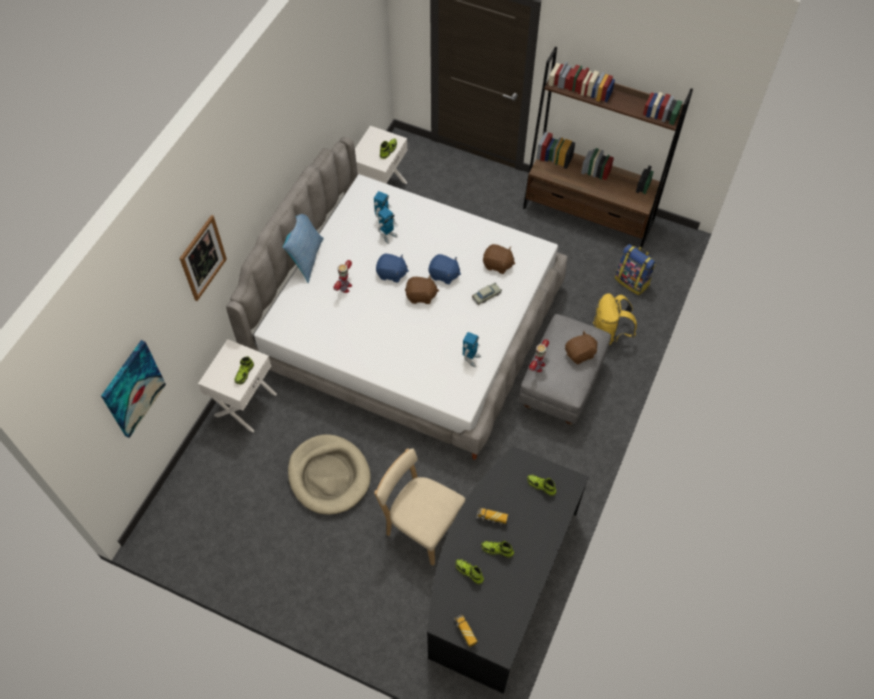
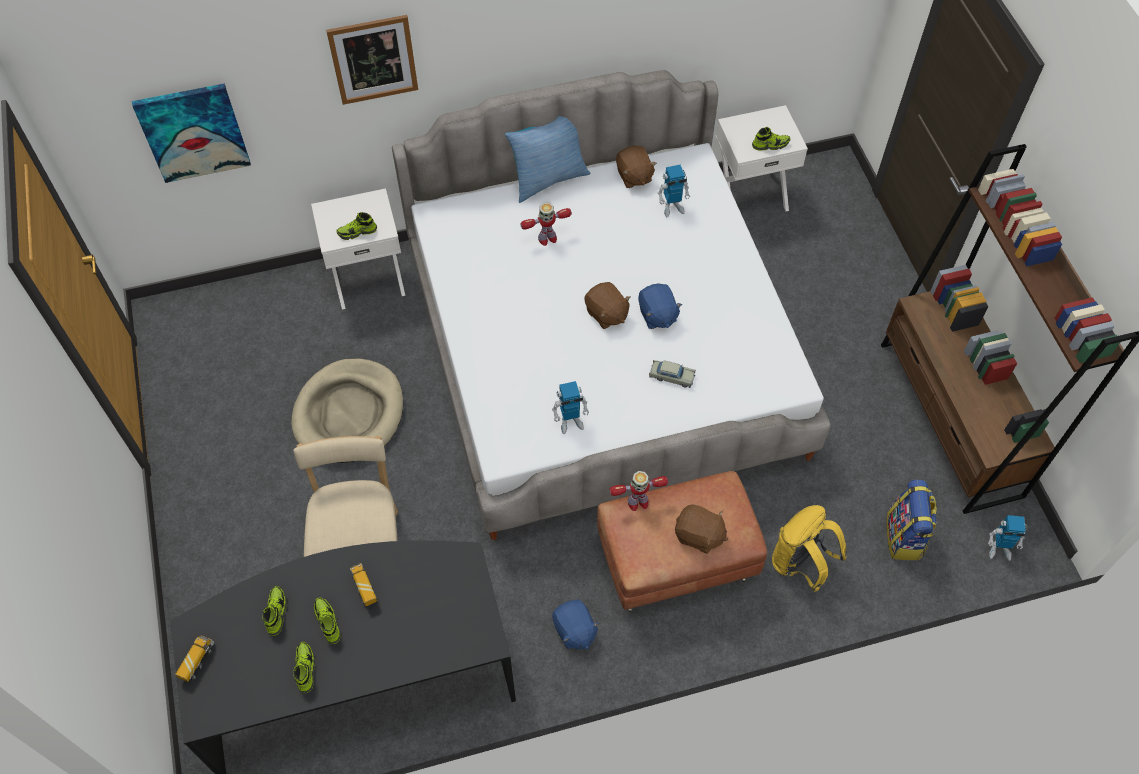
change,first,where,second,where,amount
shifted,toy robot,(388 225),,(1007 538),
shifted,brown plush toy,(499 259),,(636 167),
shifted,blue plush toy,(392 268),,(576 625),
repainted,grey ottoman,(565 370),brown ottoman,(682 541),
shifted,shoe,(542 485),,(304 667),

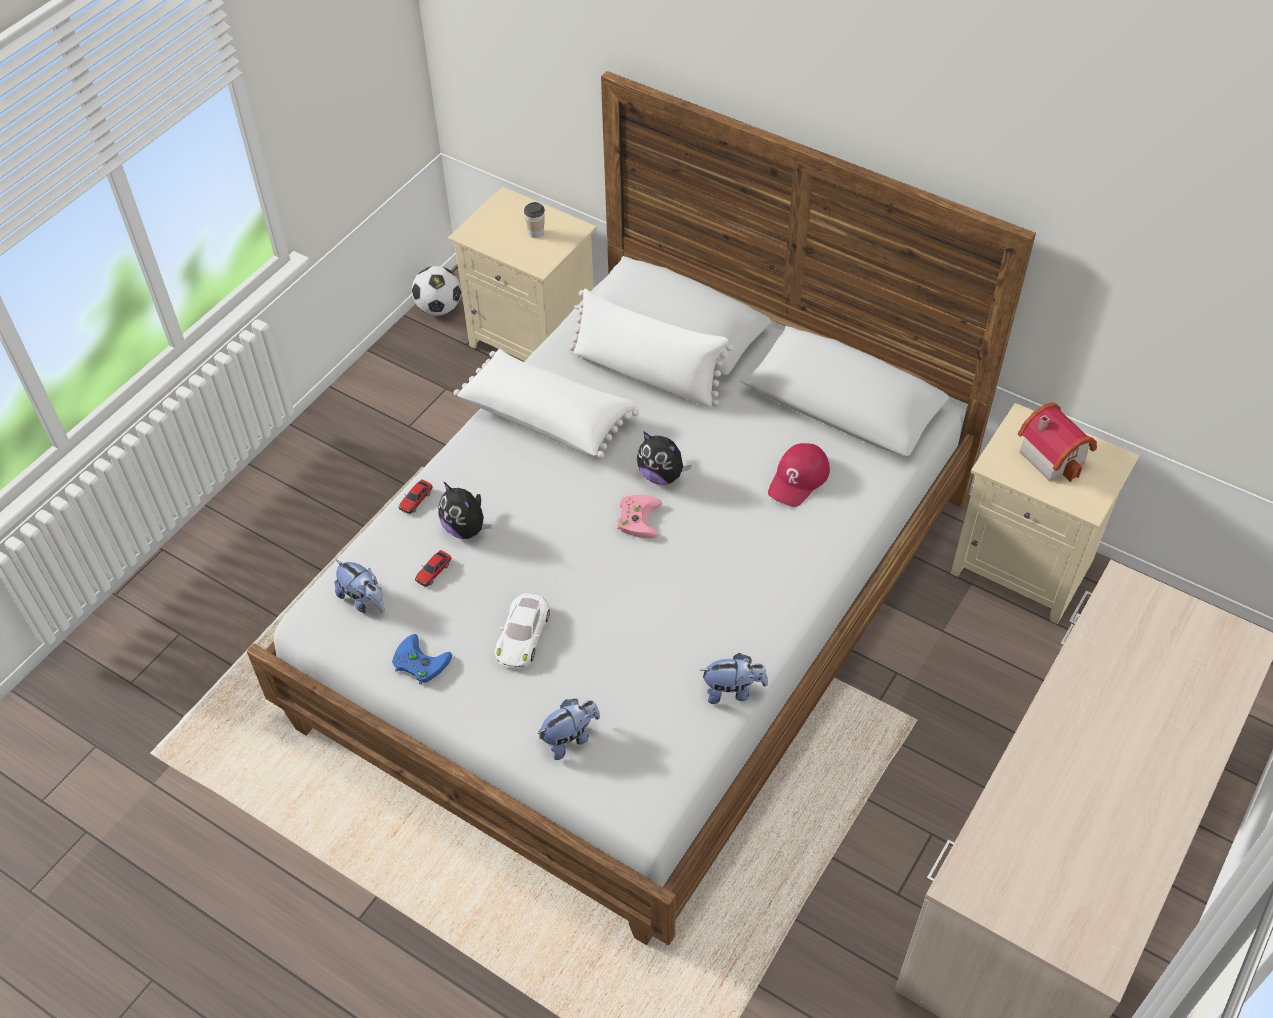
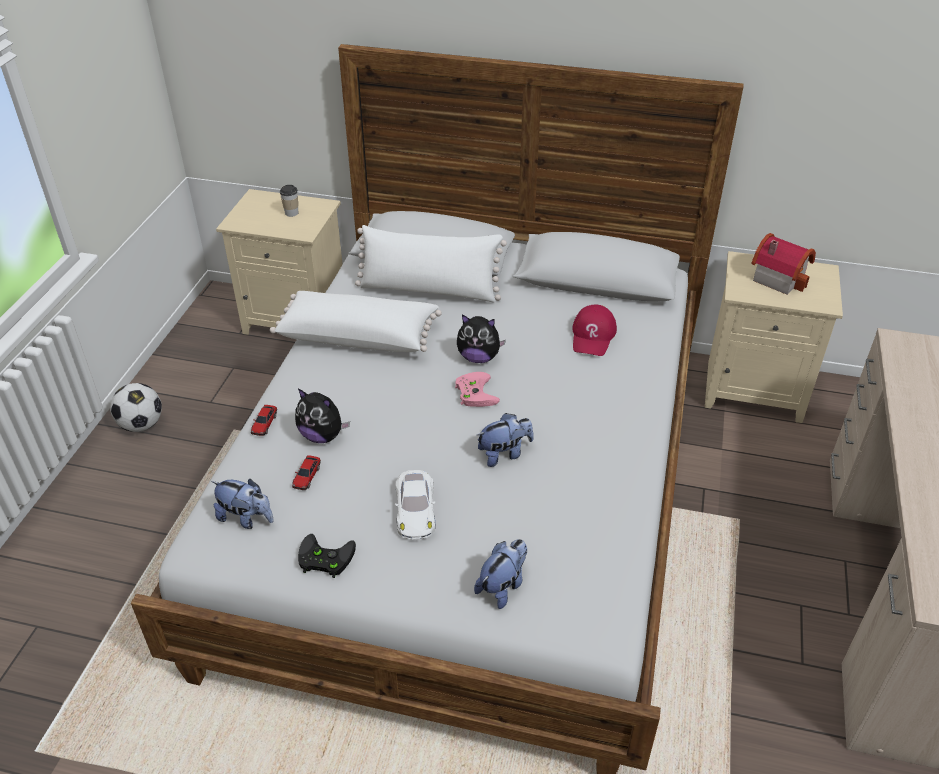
change,first,where,second,where,amount
shifted,football,(436 290),,(136 407),
repainted,blue game controller,(422 659),black game controller,(327 556),
shifted,plush toy,(734 678),,(505 440),

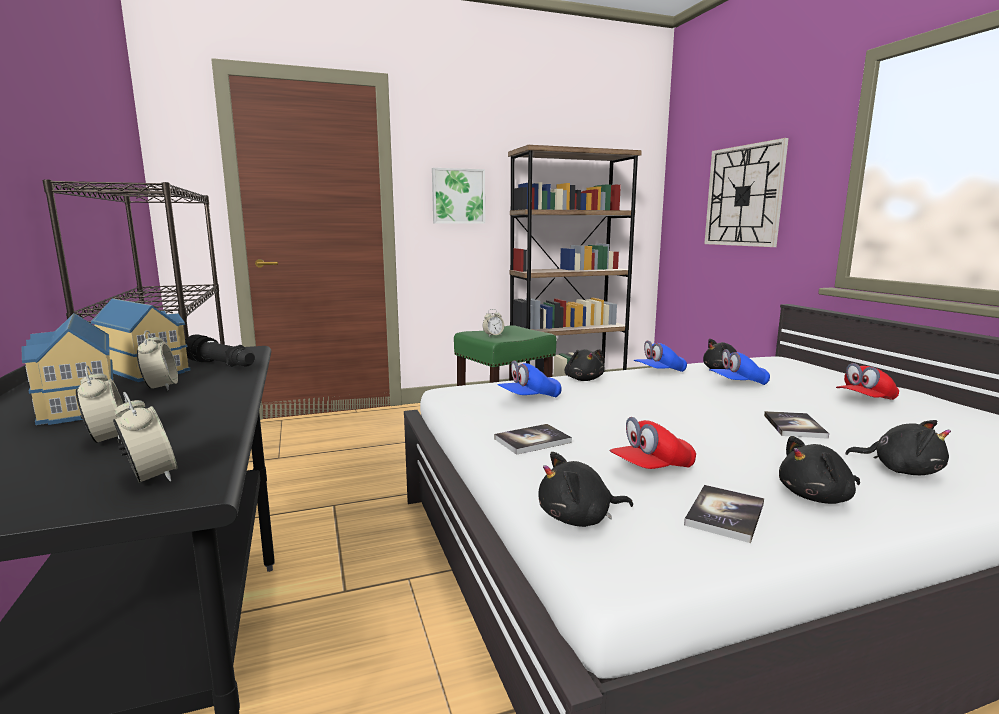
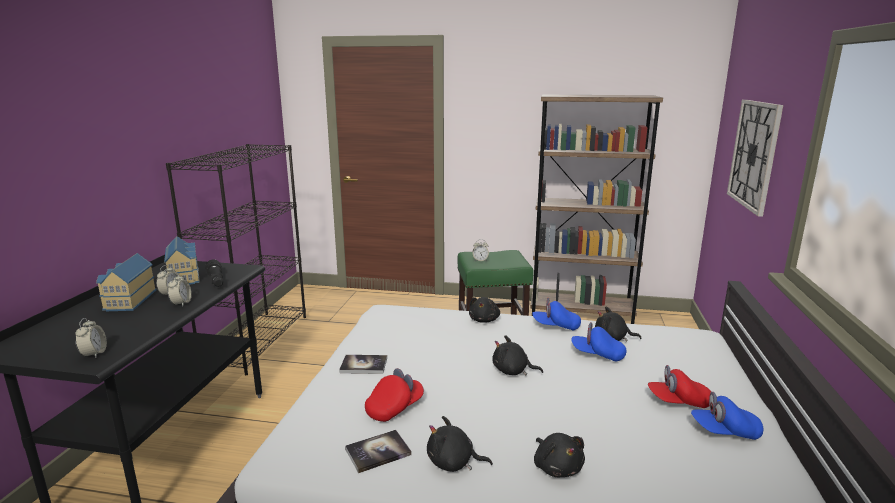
change,first,where,second,where,amount
gone,picture,(458 196),,,
shifted,blue cap,(529 379),,(727 416),
shifted,alarm clock,(99 404),,(180 290),
gone,book,(796 425),,,
rotated,red cap,(653 443),,(394 395),135 degrees clockwise
shifted,black plush toy,(585 489),,(517 355),

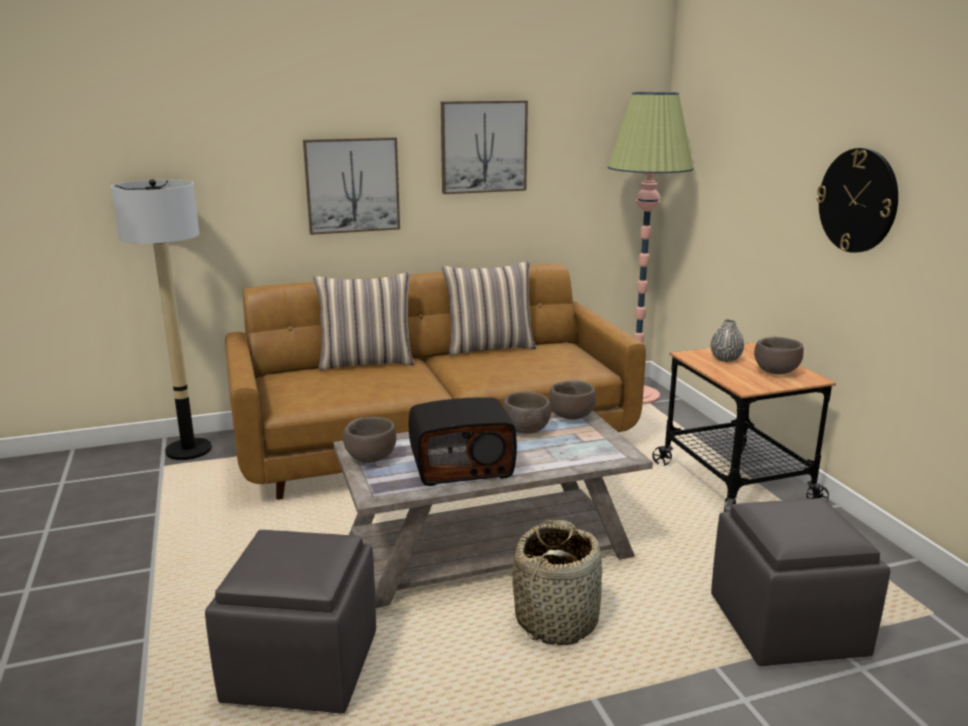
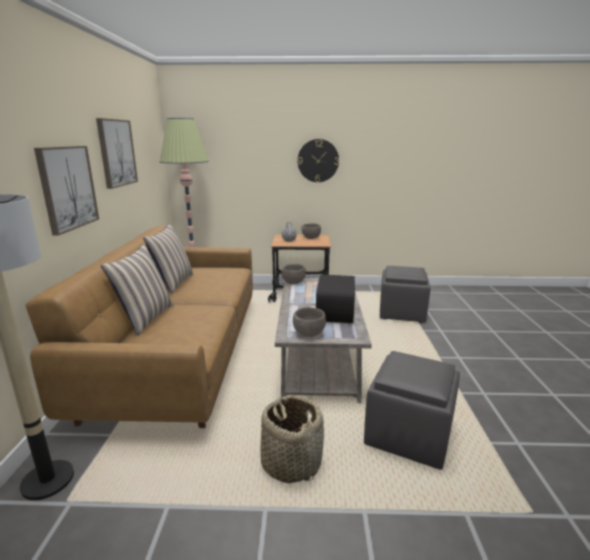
change,first,where,second,where,amount
gone,brown bowl,(527 413),,,
shifted,basket,(557 582),,(292 439),

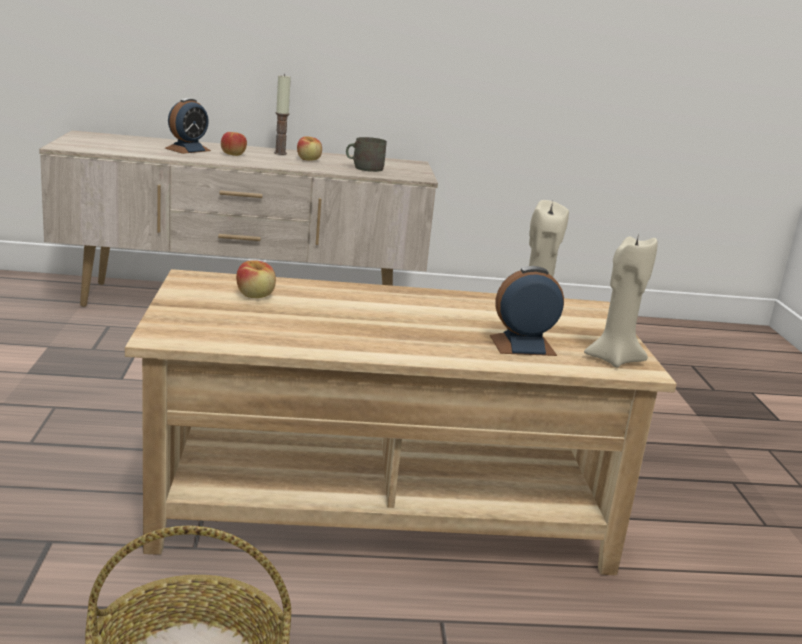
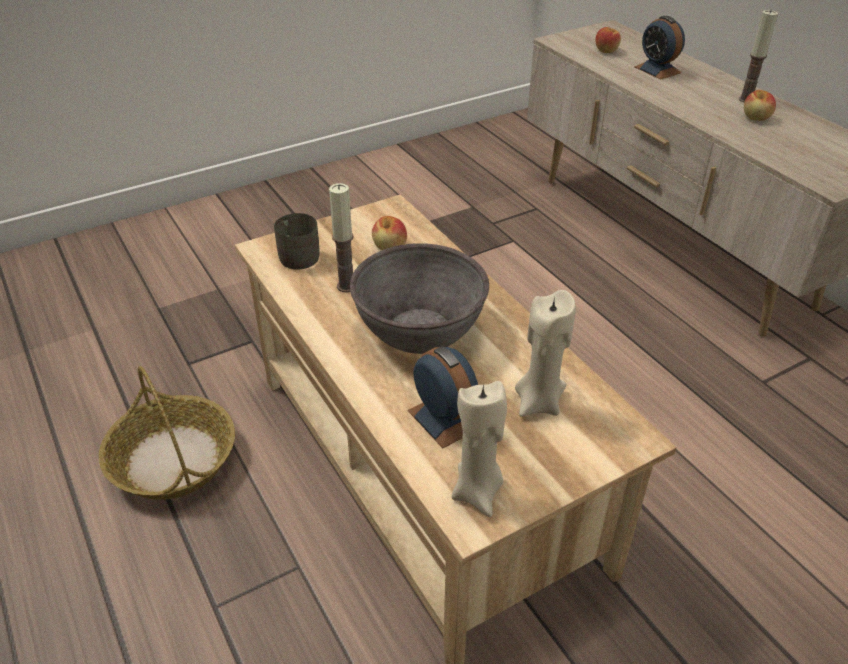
change,first,where,second,where,amount
rotated,alarm clock,(188 126),,(659 47),45 degrees clockwise
shifted,apple,(234 144),,(608 40),
shifted,grey mug,(366 154),,(297 241),
new,,,candle,(341 237),
new,,,grey bowl,(419 298),

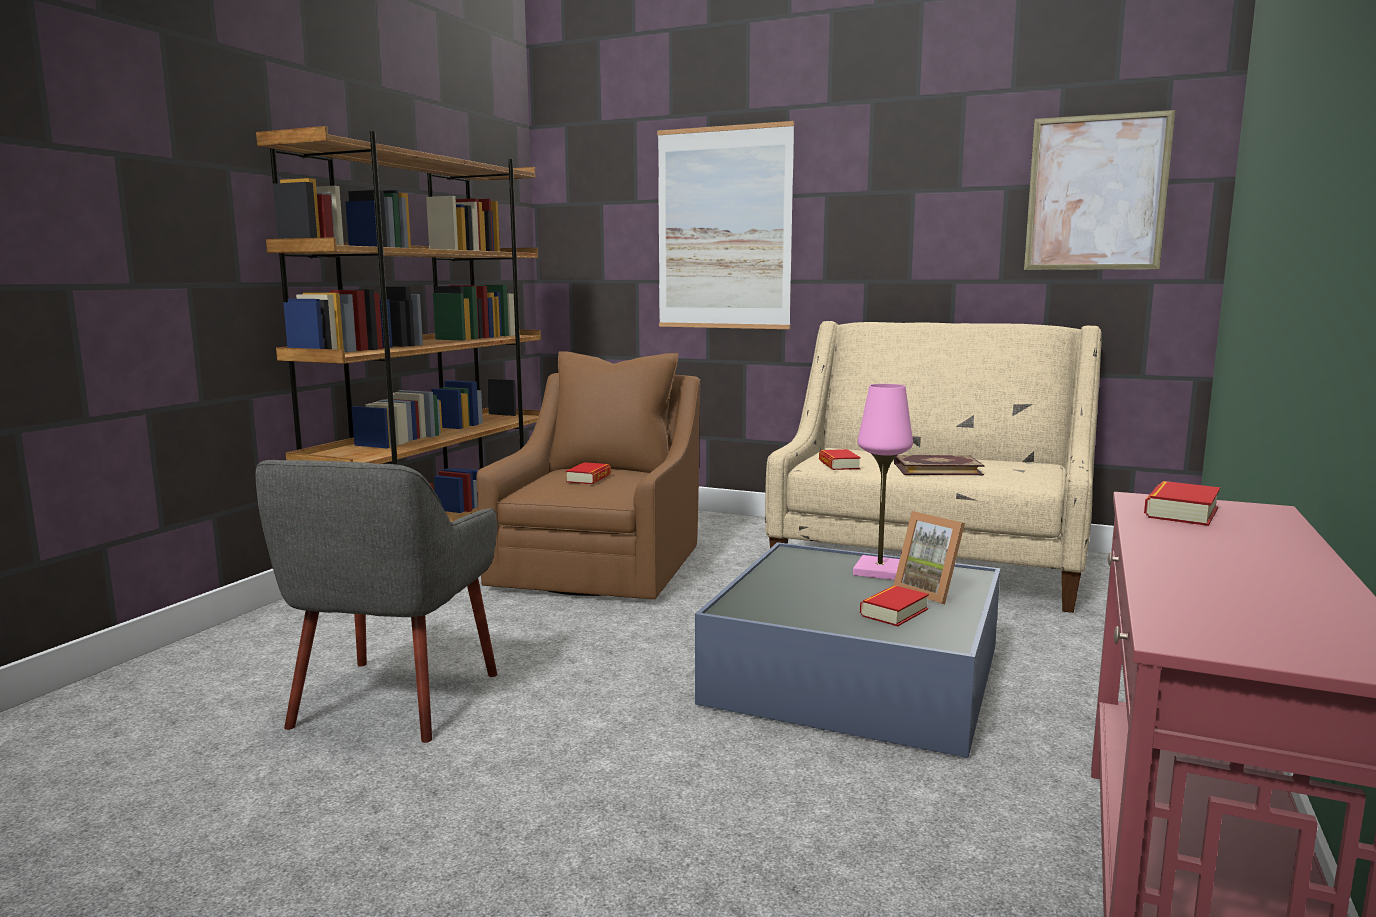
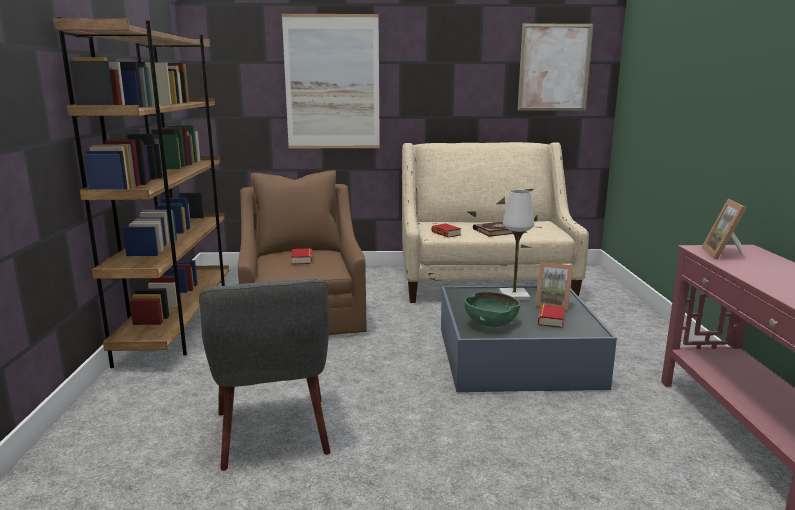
change,first,where,second,where,amount
repainted,pink table lamp,(883 482),white table lamp,(516 245),
swapped,book,(1182 503),picture frame,(724 229),
new,,,green bowl,(492 309),

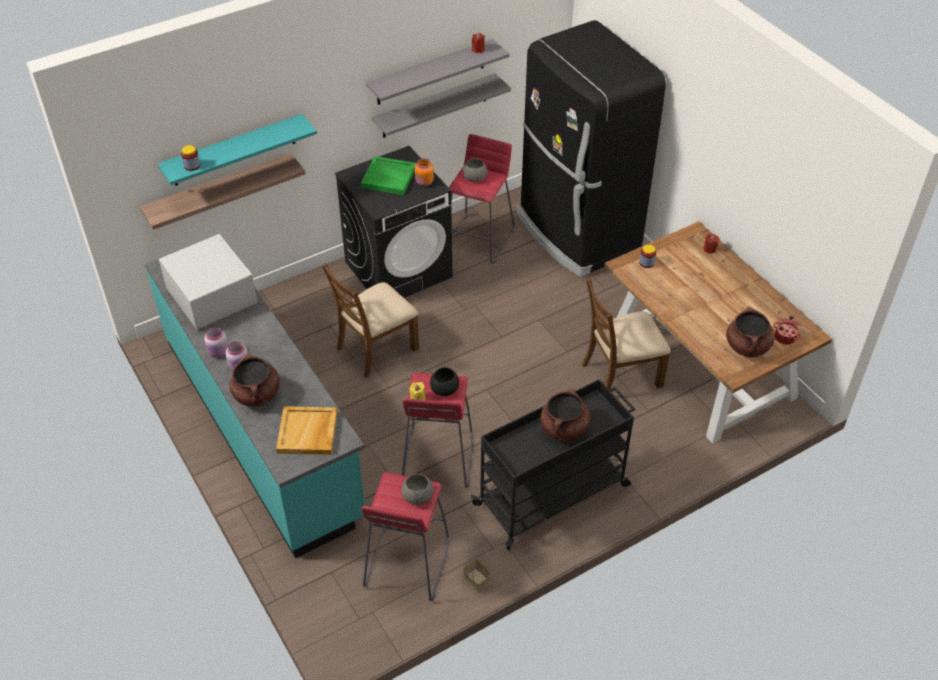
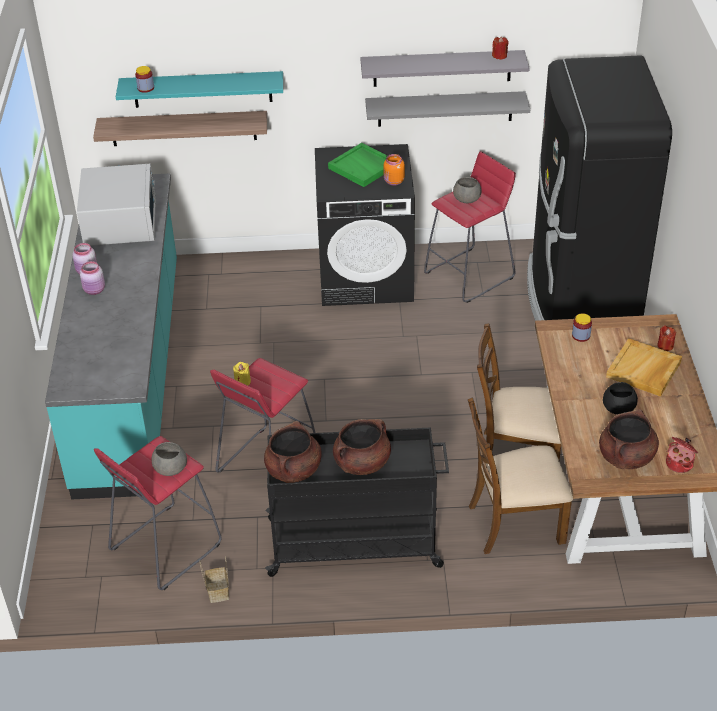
change,first,where,second,where,amount
shifted,brown chair,(370 320),,(520 476),
shifted,brown cooking pot,(255 379),,(293 452),
shifted,black bowl,(444 381),,(620 398),
shifted,beige tray,(307 430),,(644 367),

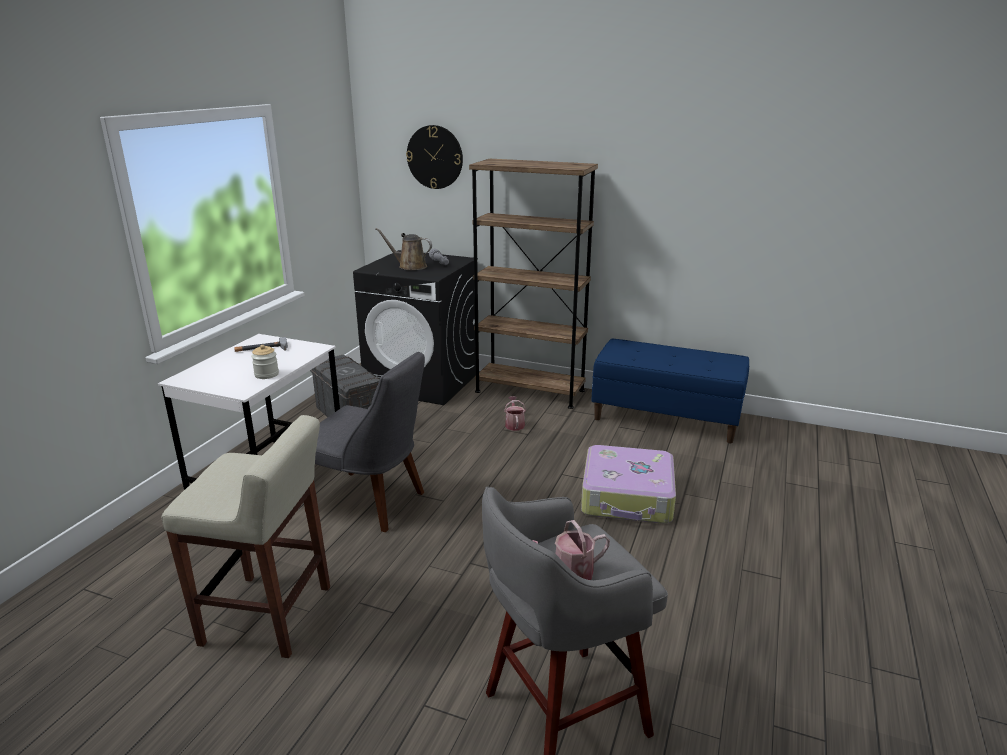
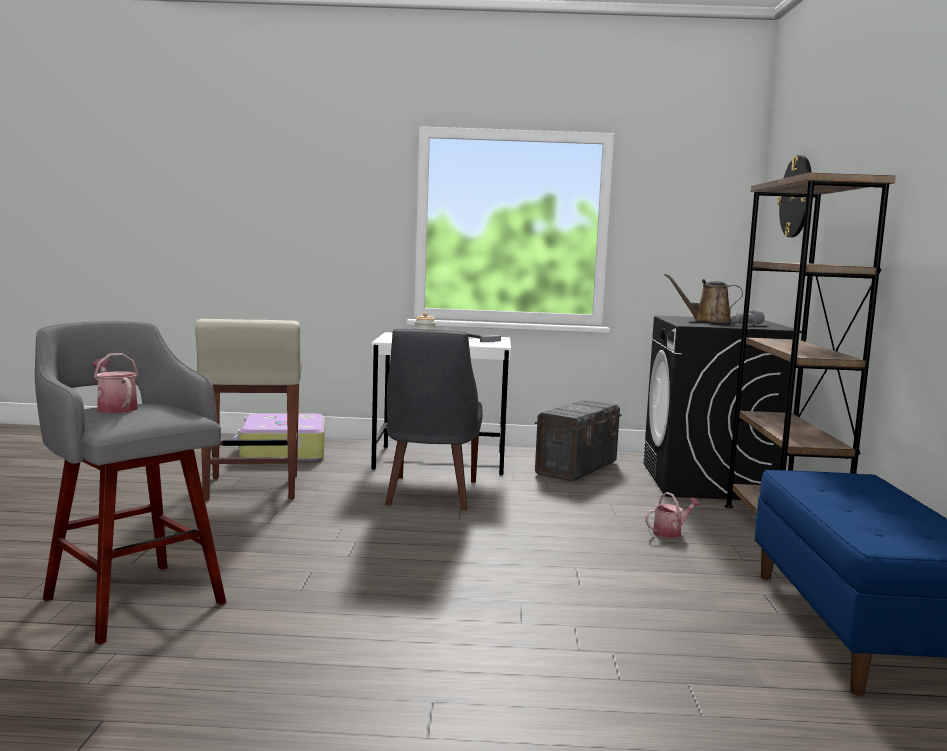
change,first,where,second,where,amount
rotated,brown watering can,(403 249),,(703 298),75 degrees counterclockwise
shifted,suitcase,(628 484),,(278 437),

